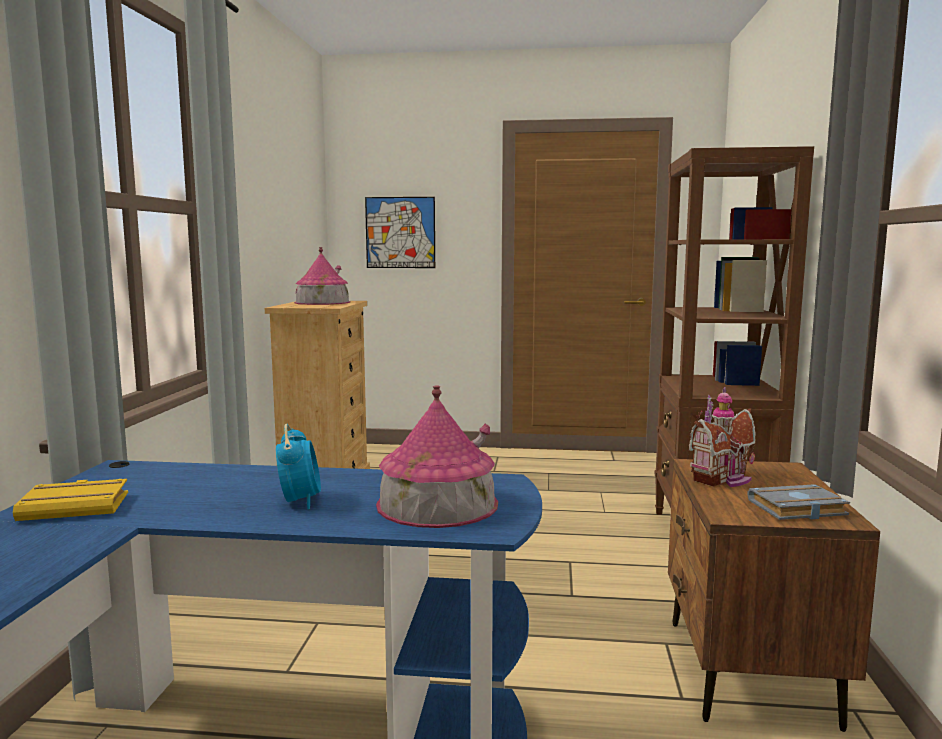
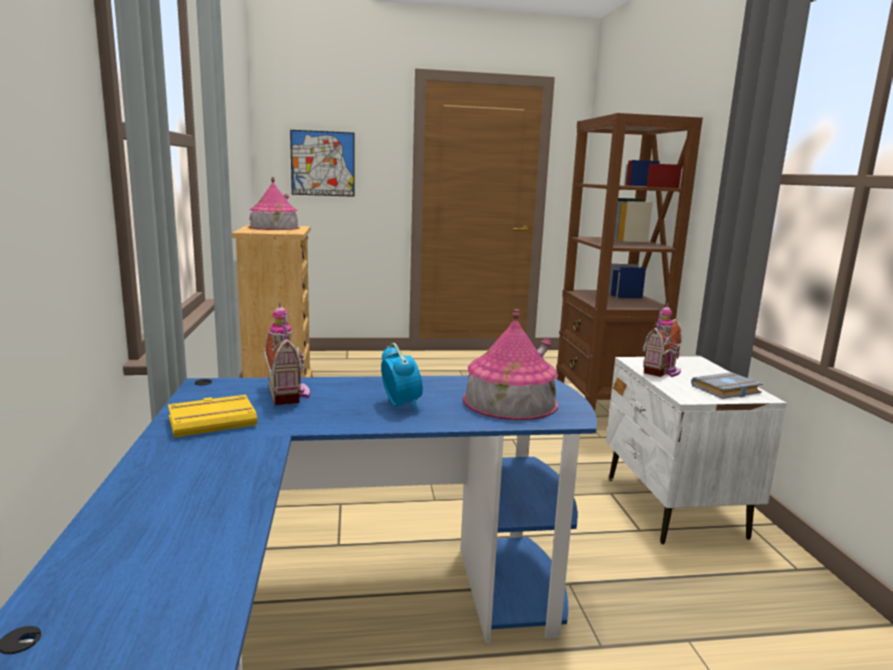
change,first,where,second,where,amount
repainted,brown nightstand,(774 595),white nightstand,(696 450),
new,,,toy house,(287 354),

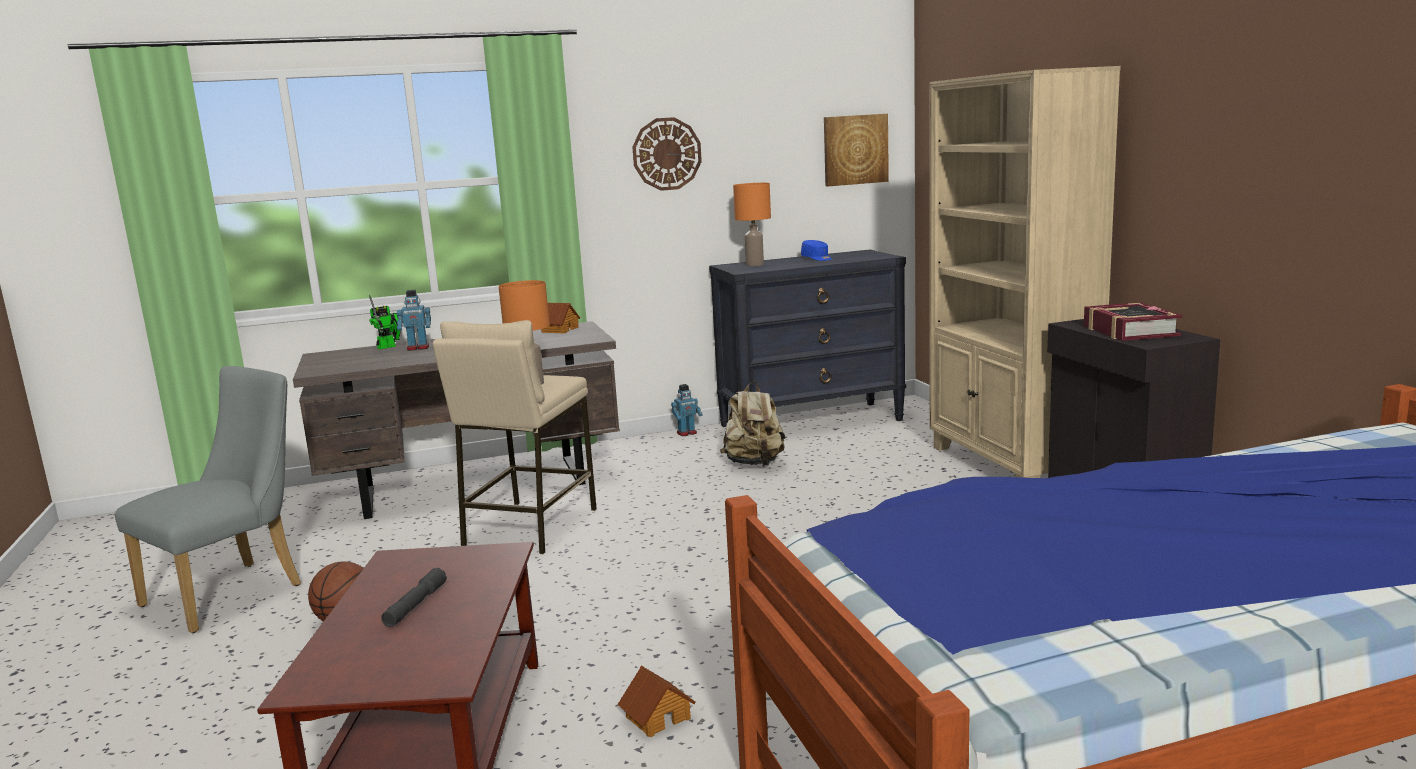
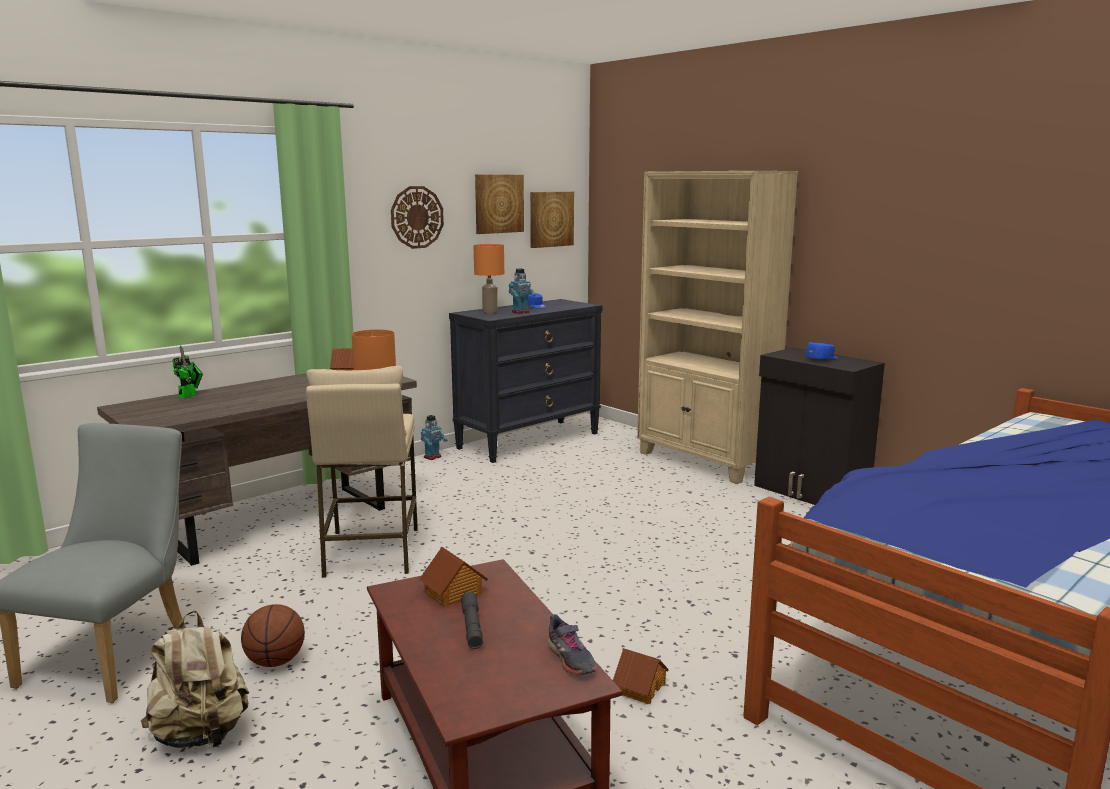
change,first,where,second,where,amount
shifted,toy robot,(414 320),,(522 291),
swapped,book,(1133 321),blue cap,(822 350),
shifted,beige backpack,(753 423),,(195 679),
new,,,picture,(499 204),
new,,,toy house,(453 576),
new,,,grey shoe,(572 644),

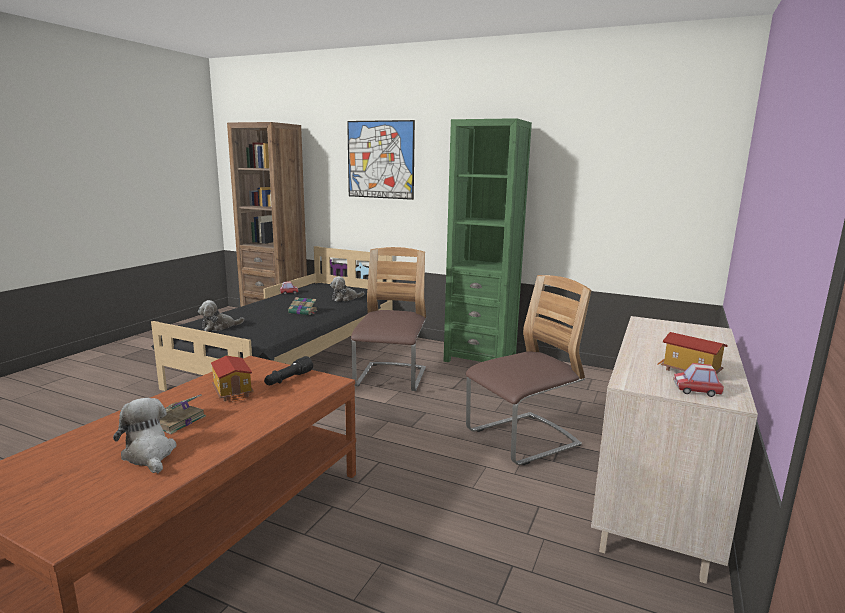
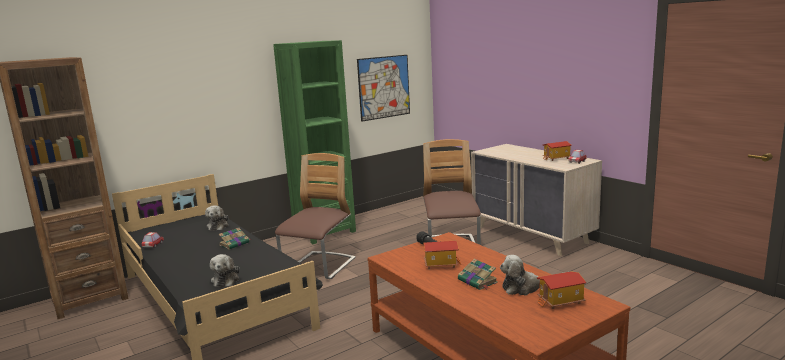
change,first,where,second,where,amount
shifted,picture,(381 160),,(383 88),
rotated,chair,(388 319),,(315 216),75 degrees clockwise
new,,,toy house,(561 290),

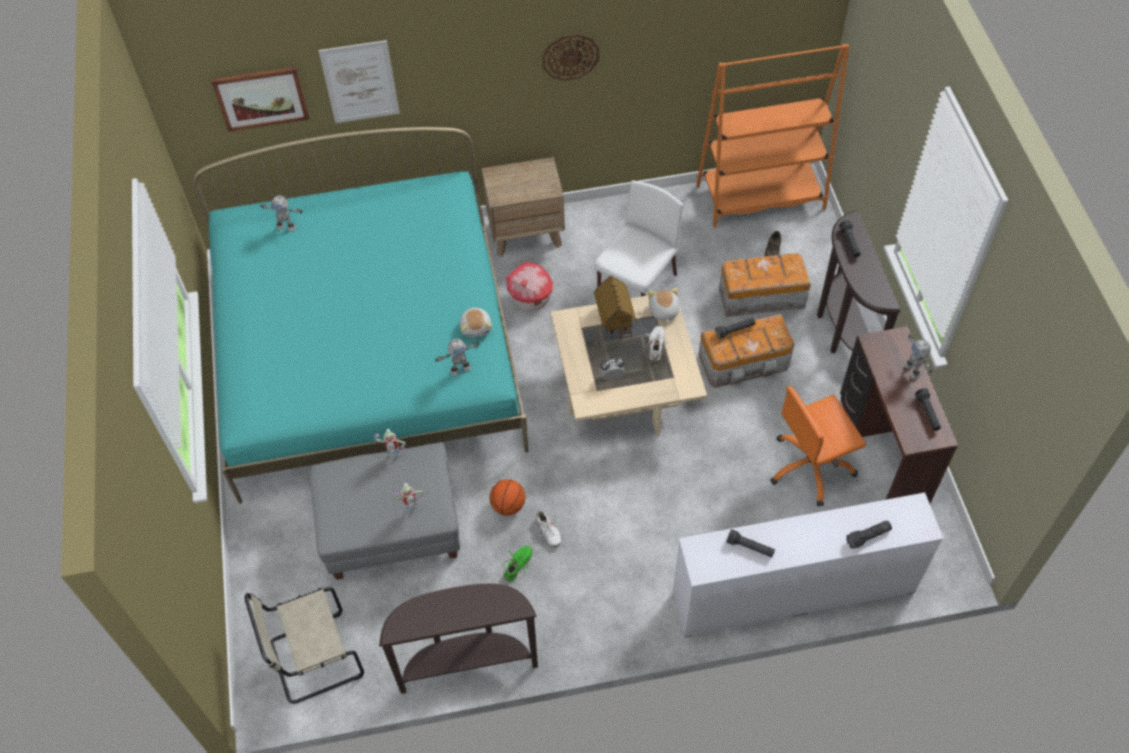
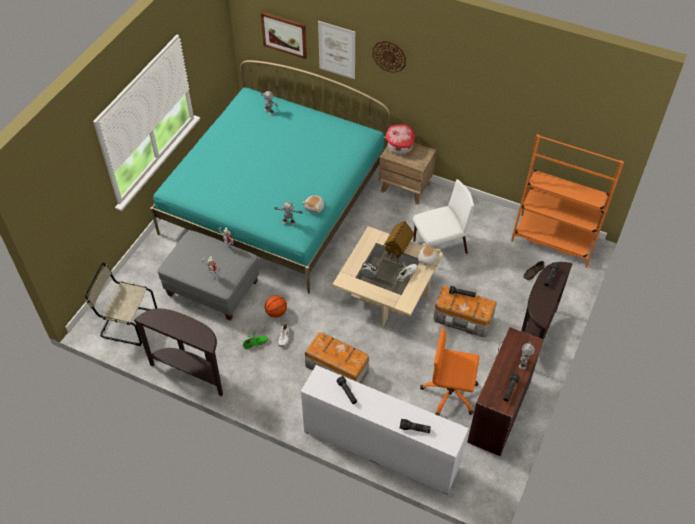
change,first,where,second,where,amount
shifted,wall clock,(570 57),,(389 57),
shifted,storage box,(765 285),,(337 357),
shifted,toy house,(529 286),,(400 139),

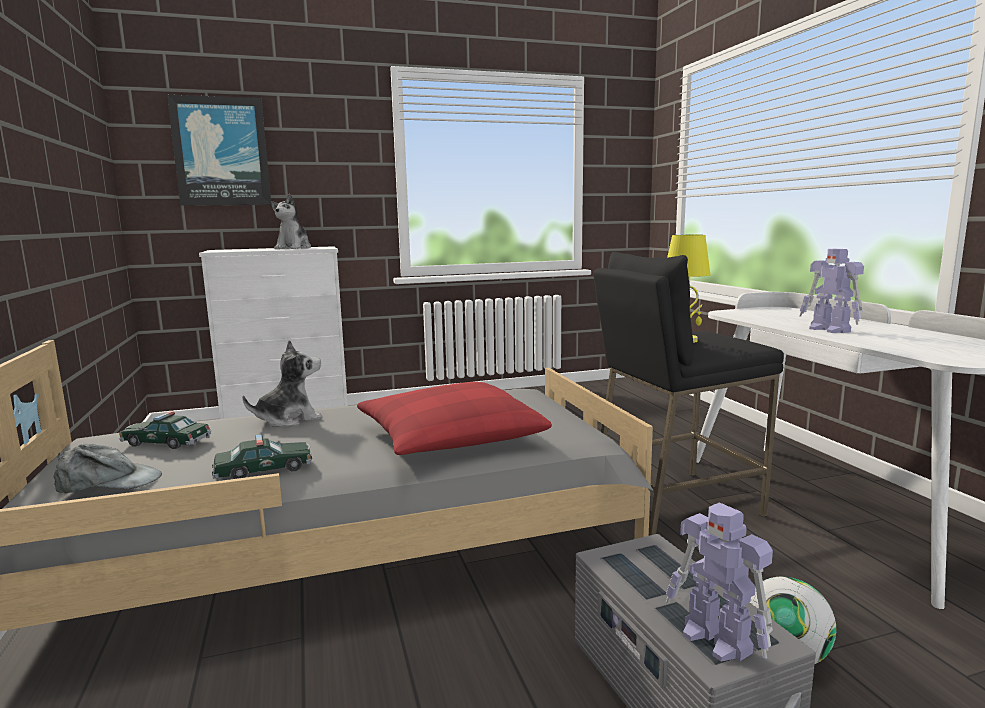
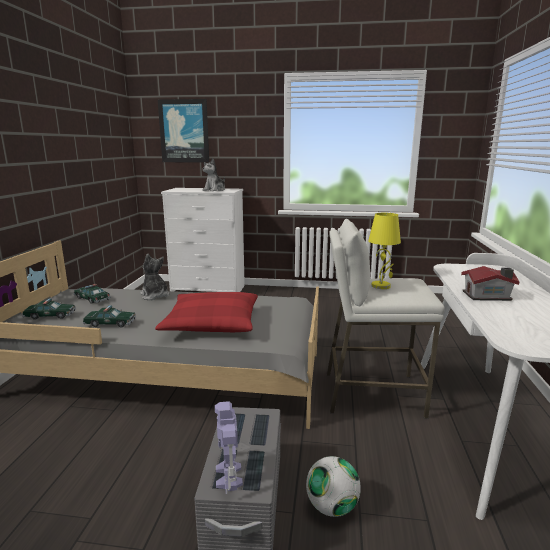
change,first,where,second,where,amount
swapped,toy robot,(831 291),toy house,(490 283),
repainted,black stool,(688 393),white stool,(386 319),
rotated,plush toy,(282 383),,(154 277),120 degrees counterclockwise
swapped,grey cap,(108 468),toy car,(49 309),

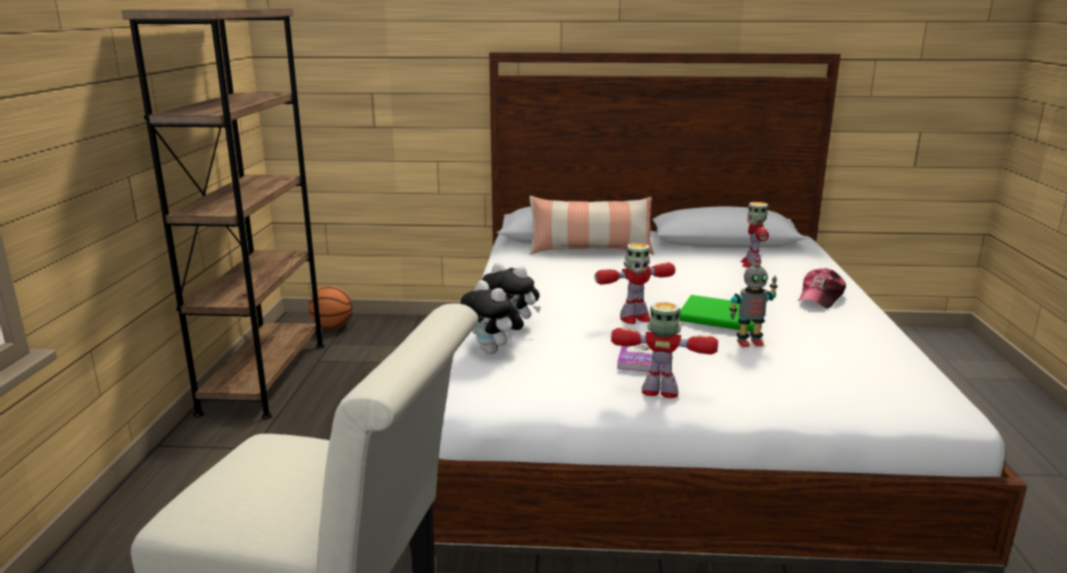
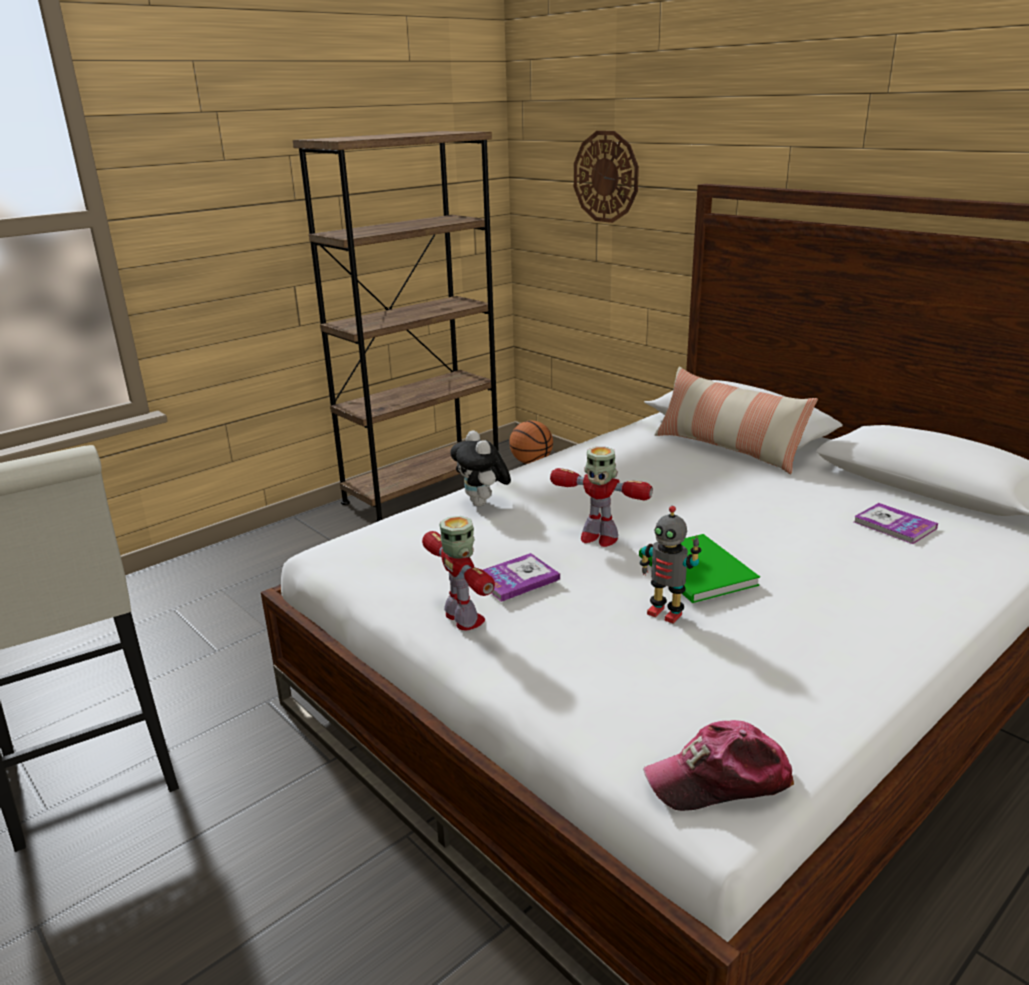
change,first,where,second,where,amount
swapped,toy robot,(754 235),book,(896 523),
shifted,cap,(822 288),,(718 765),
gone,plush toy,(492 317),,,
new,,,wall clock,(606 177),

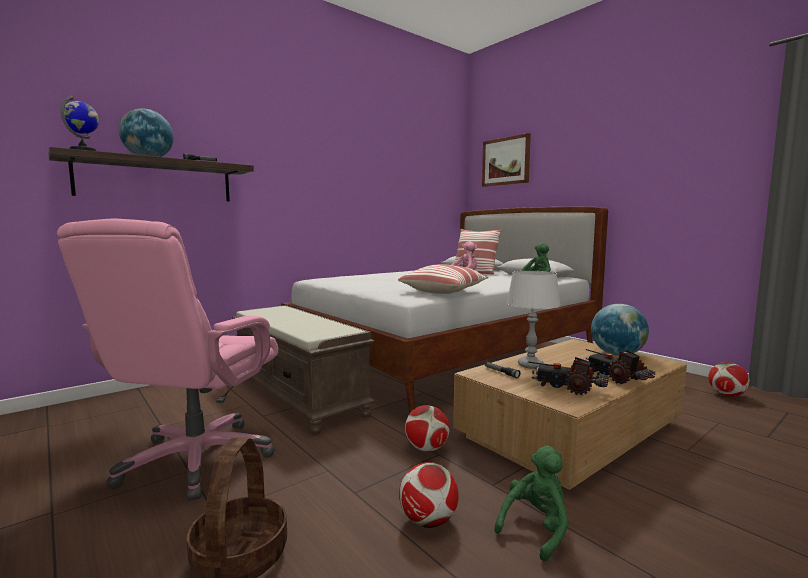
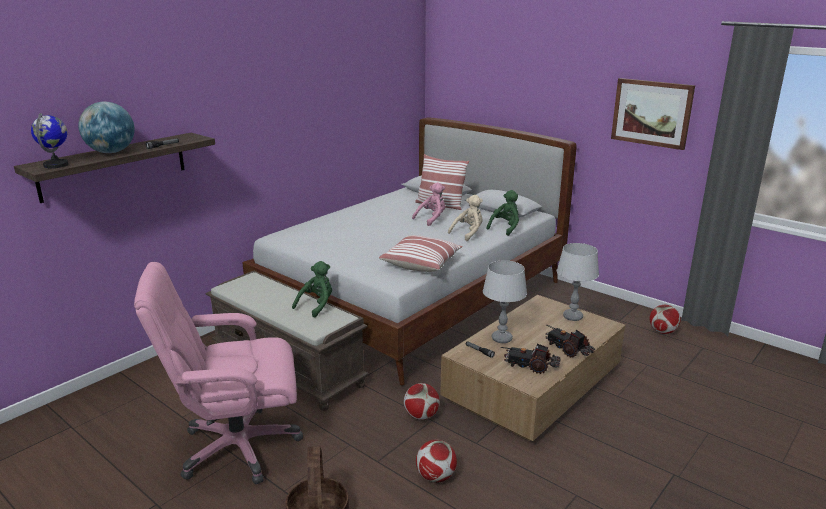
change,first,where,second,where,amount
shifted,picture,(506 160),,(653 114),
rotated,pink office chair,(167 360),,(218 373),75 degrees clockwise
swapped,globe,(620 330),grey table lamp,(578 282),
shifted,green plush toy,(531 503),,(312 289),
new,,,beige plush toy,(465 218),

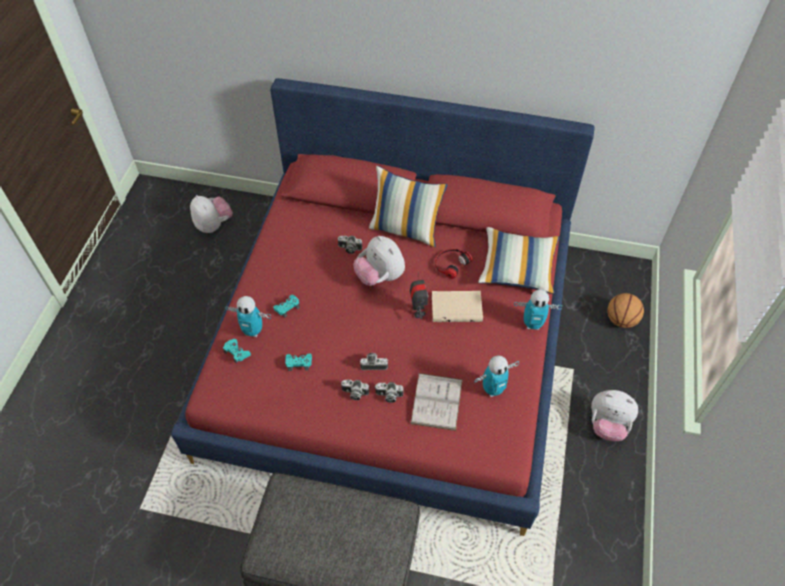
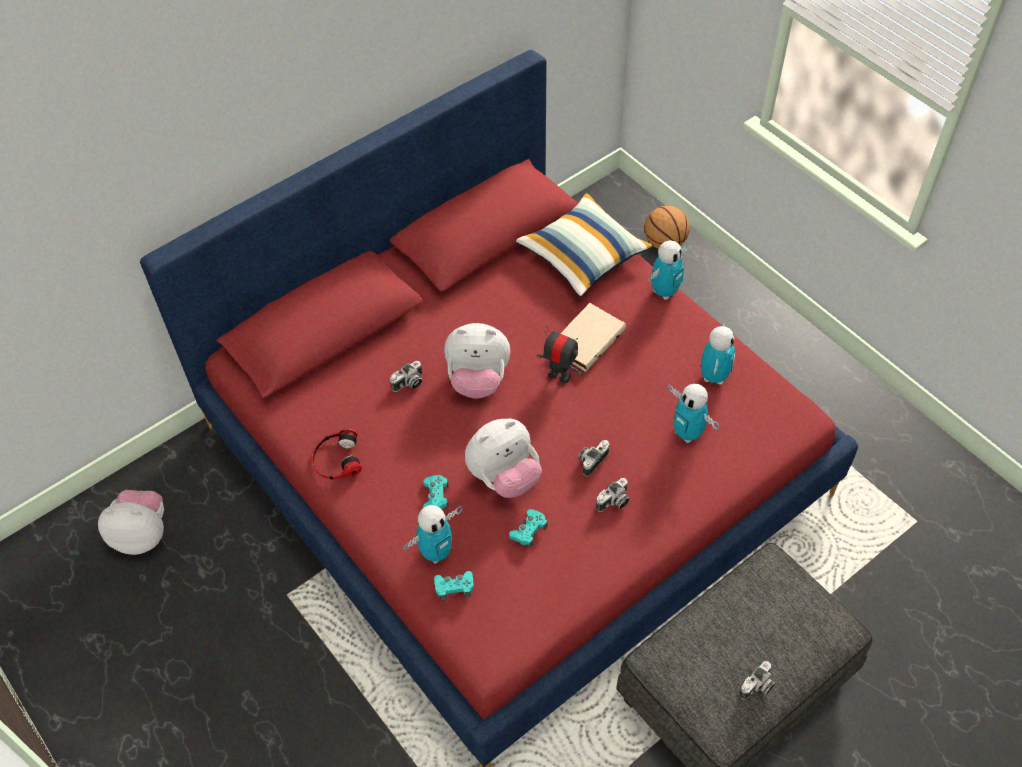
change,first,where,second,where,amount
gone,pillow,(408 206),,,
shifted,headphones,(453 264),,(337 453),
swapped,white book,(436 402),toy robot,(693 413),
shifted,photo camera,(389 392),,(757 680),
shifted,plush toy,(614 415),,(503 458),

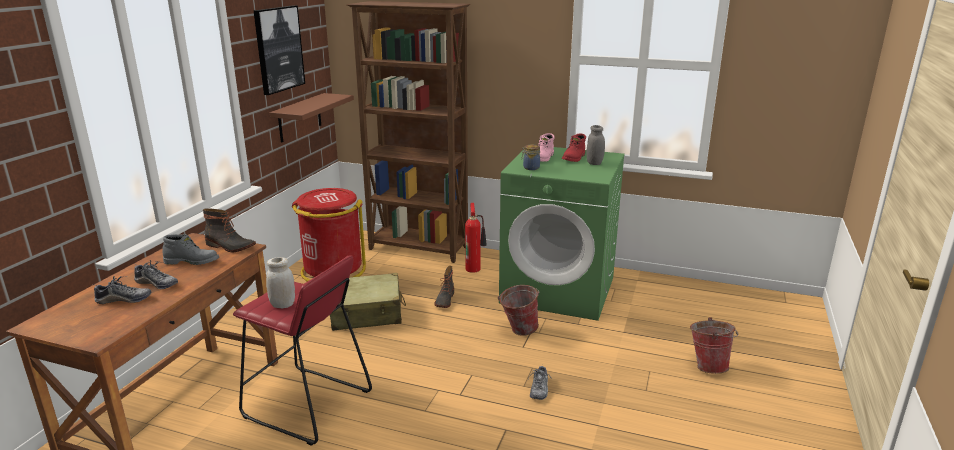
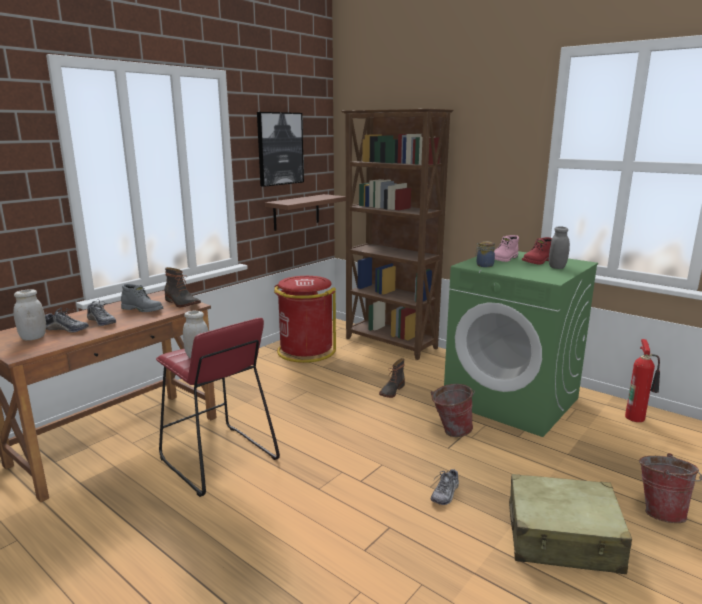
change,first,where,second,where,amount
shifted,fire extinguisher,(476 238),,(642 380),
shifted,beige suitcase,(368 302),,(570 524),
new,,,white jar,(29 315),

